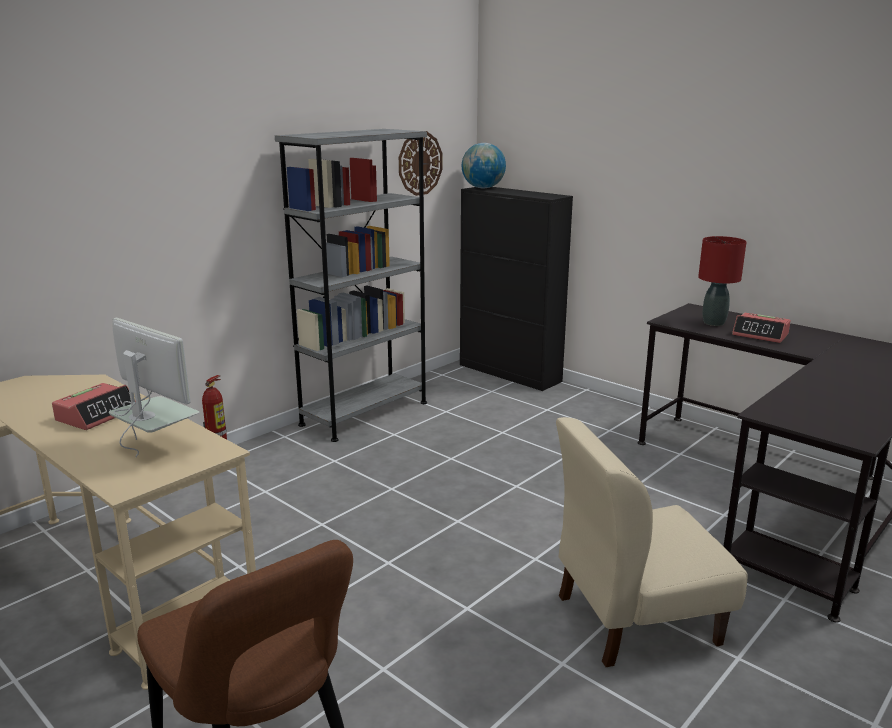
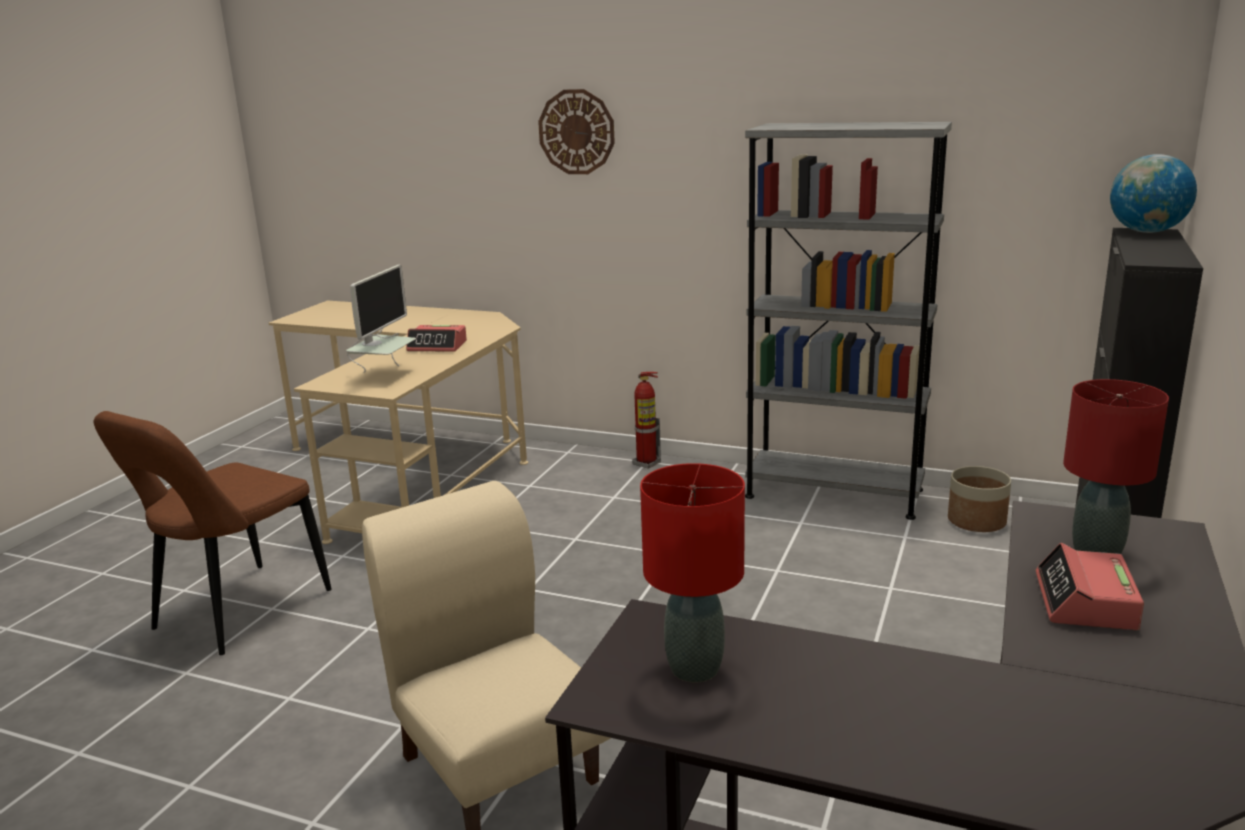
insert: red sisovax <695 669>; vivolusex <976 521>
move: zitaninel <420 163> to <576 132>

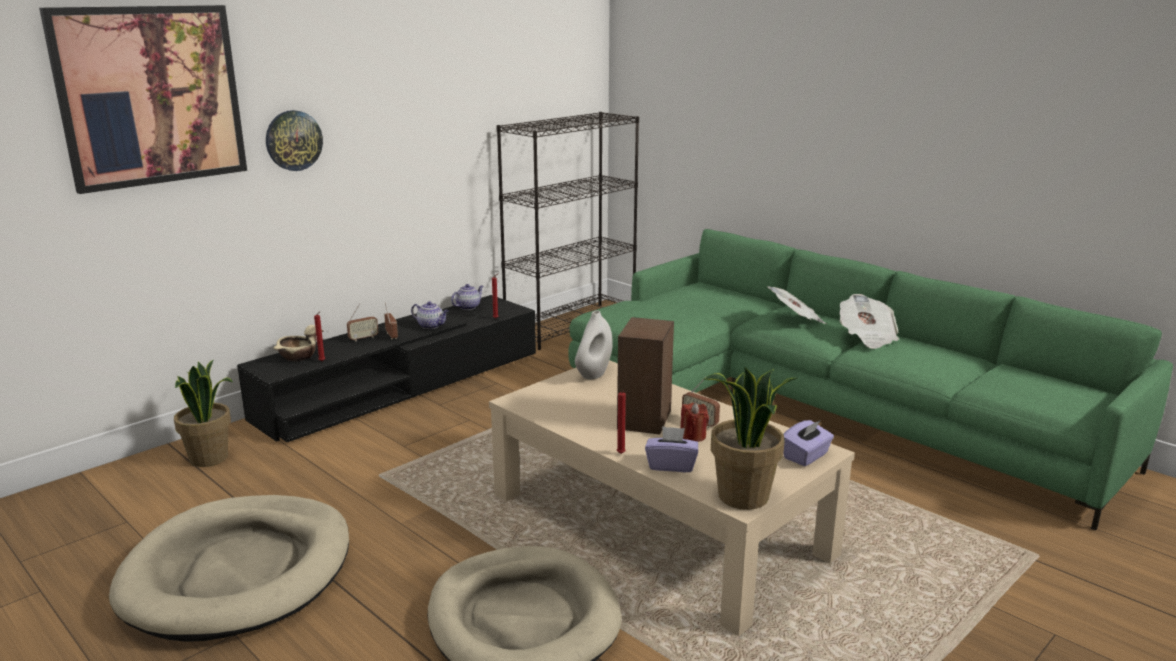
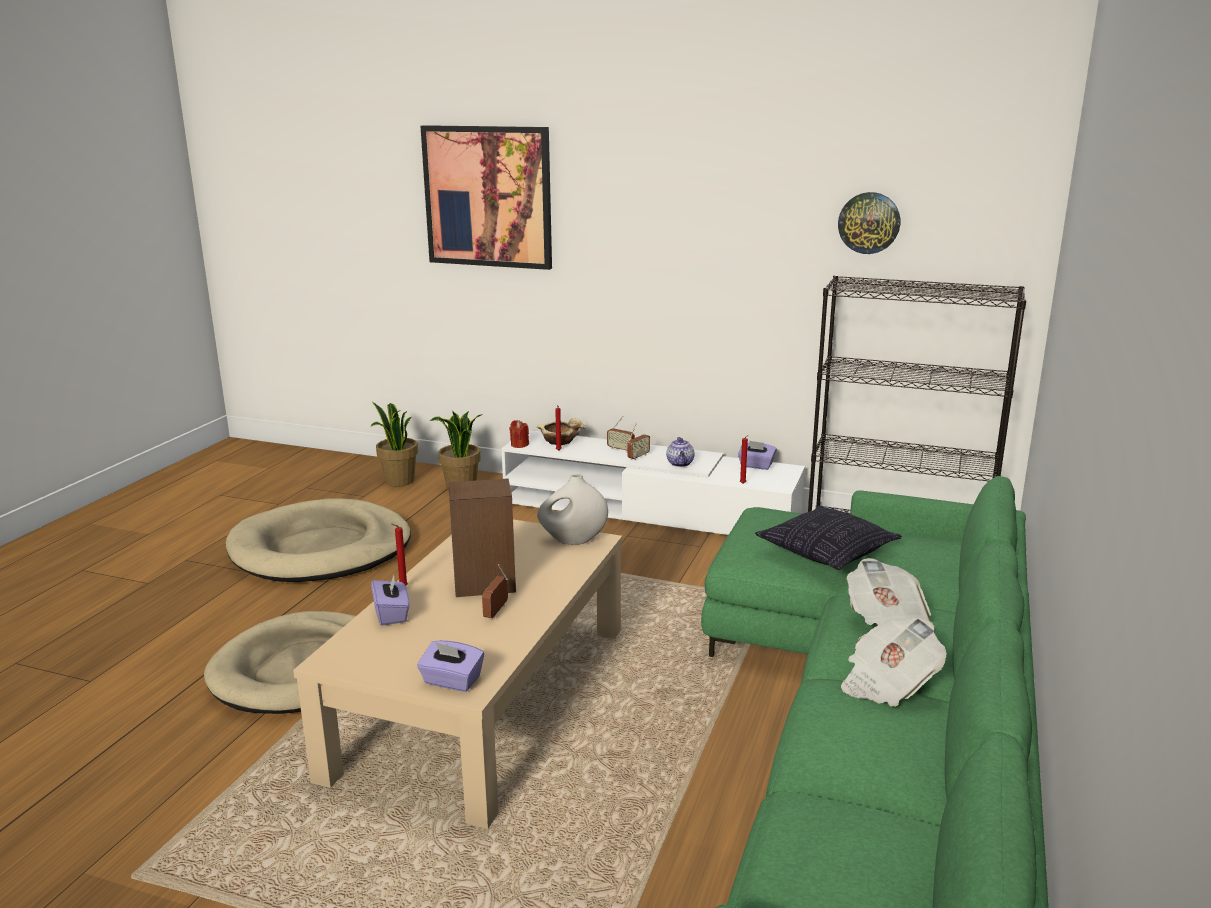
insert: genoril <827 553>
move: zitaninel <293 140> to <869 223>; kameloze <743 497> to <399 481>; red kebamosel <693 436> to <519 445>
replace: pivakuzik <468 307> to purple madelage <756 466>
recolor: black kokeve <402 385> to white kokeve <647 510>

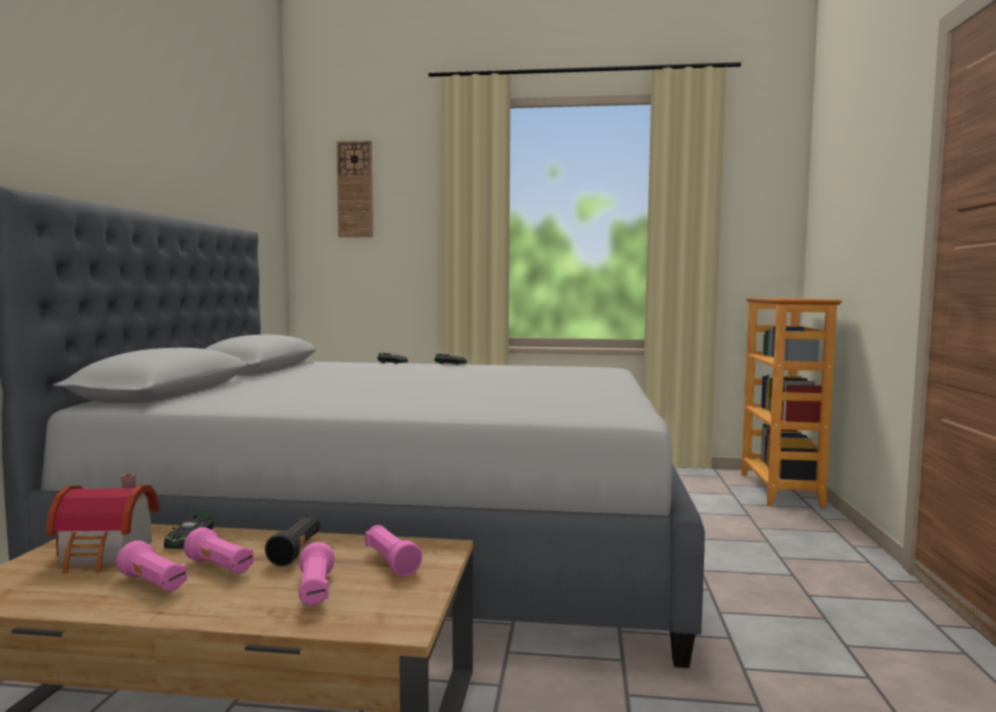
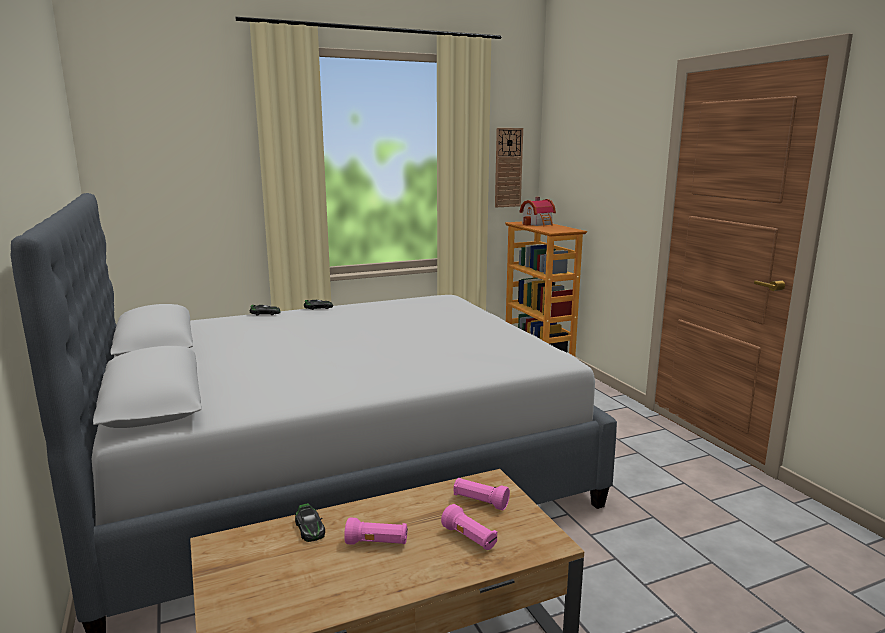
delete: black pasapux <296 551>; pink pasapux <153 584>
move: zitaninel <355 189> to <508 167>; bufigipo <107 555> to <538 224>

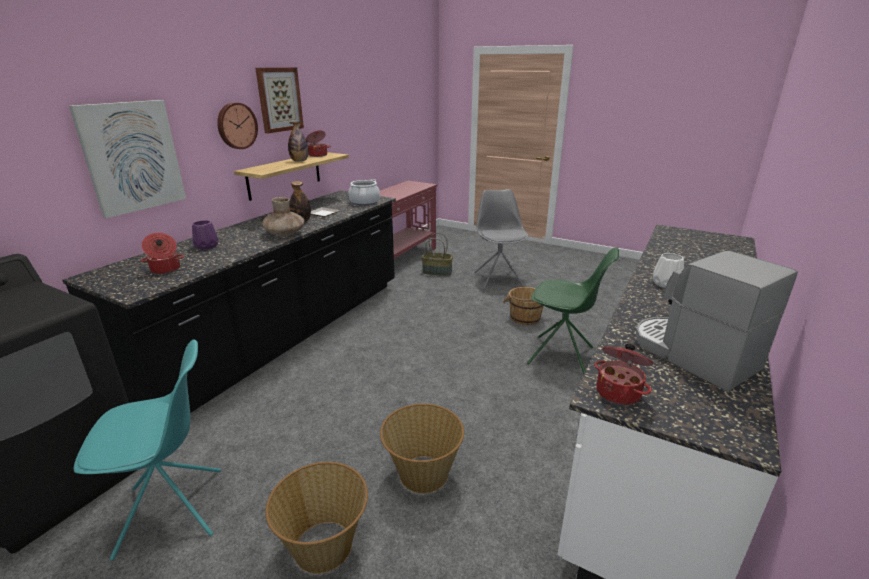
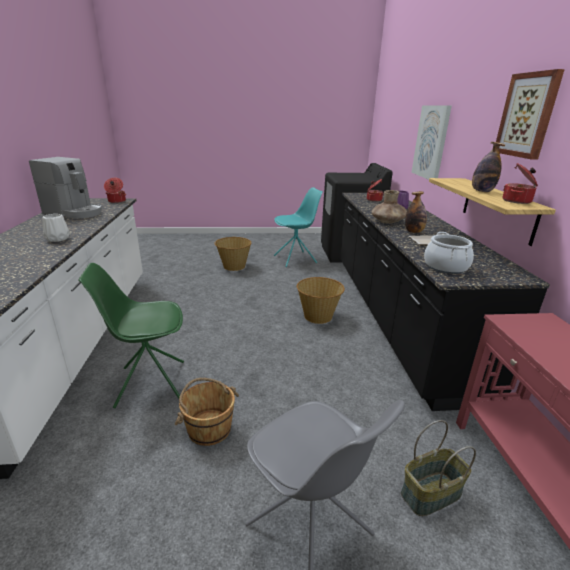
delete: zitaninel <236 126>
move: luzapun <422 474> to <318 316>
rotate: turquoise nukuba <173 511> = <296 259> 150 degrees counterclockwise

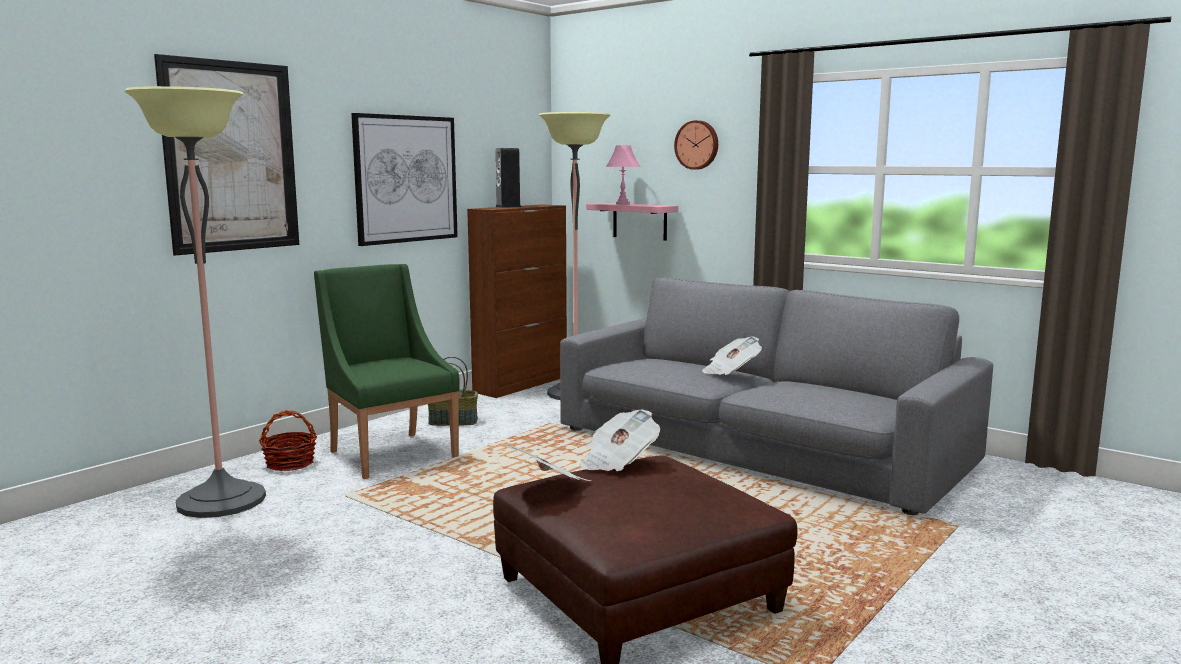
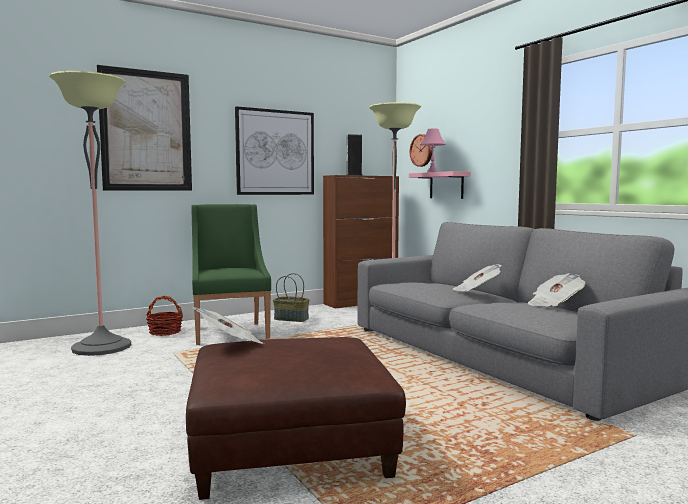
move: zitaninel <697 145> to <422 150>; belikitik <618 461> to <554 304>

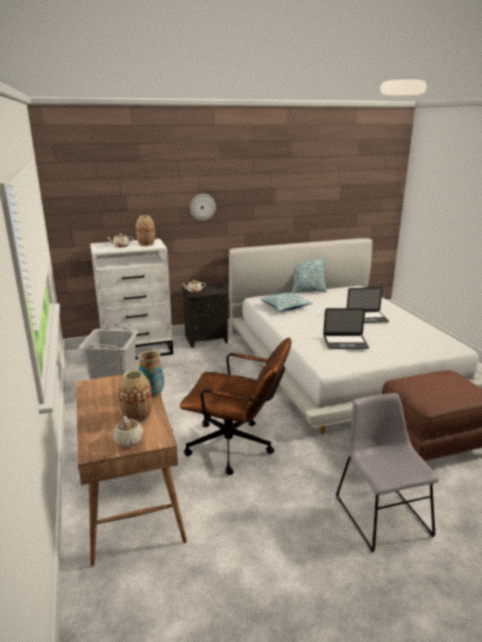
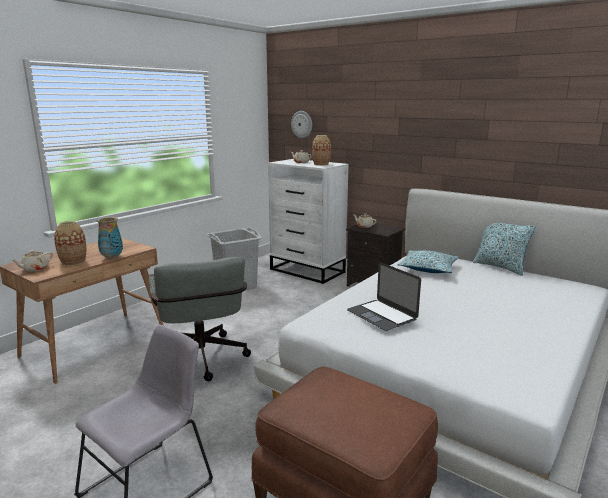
delete: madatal <367 317>
move: zitaninel <202 207> to <302 124>
recolor: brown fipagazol <237 448> to grey fipagazol <202 361>

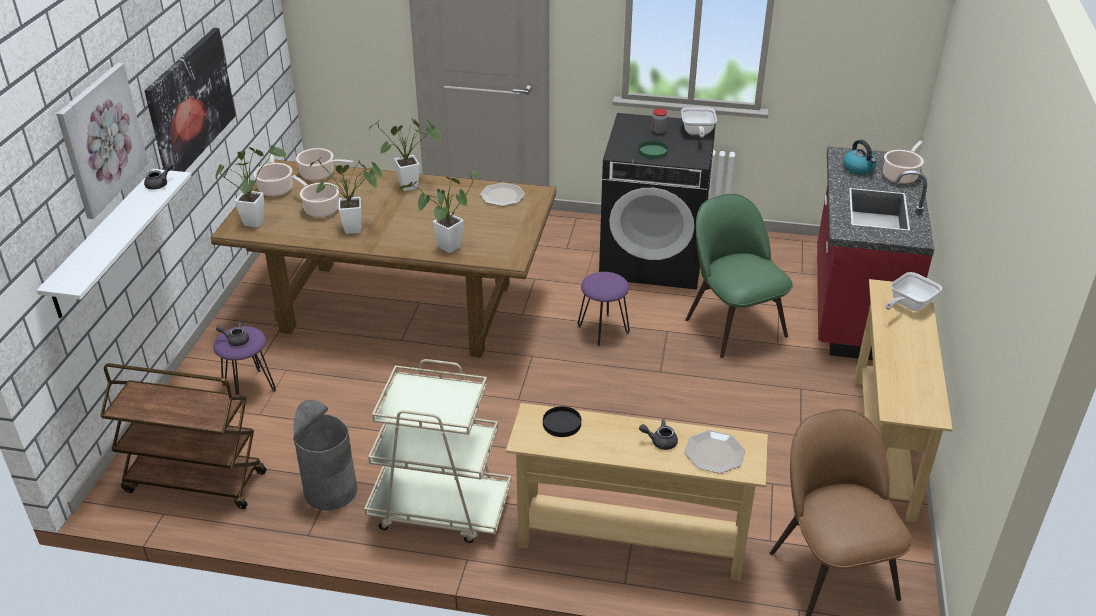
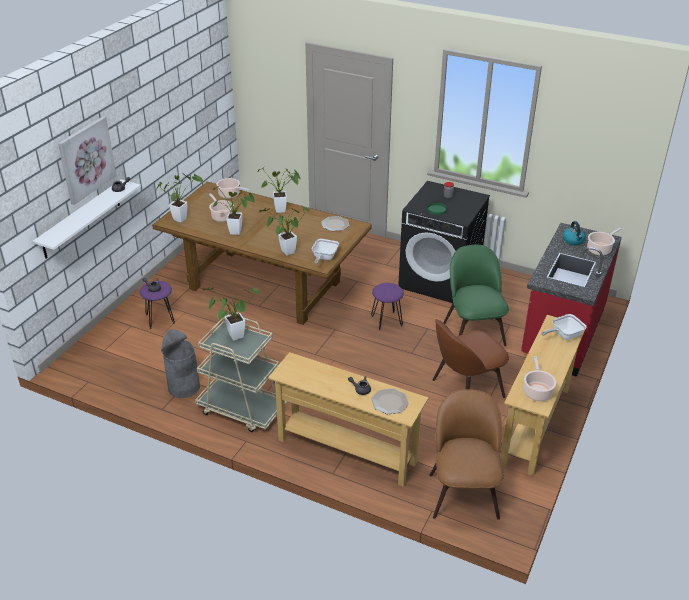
delete: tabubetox <190 103>; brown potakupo <194 482>; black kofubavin <562 423>
insert: kameloze <233 337>; brown nukuba <465 389>
move: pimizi <697 133> to <324 258>; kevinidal <275 188> to <537 391>

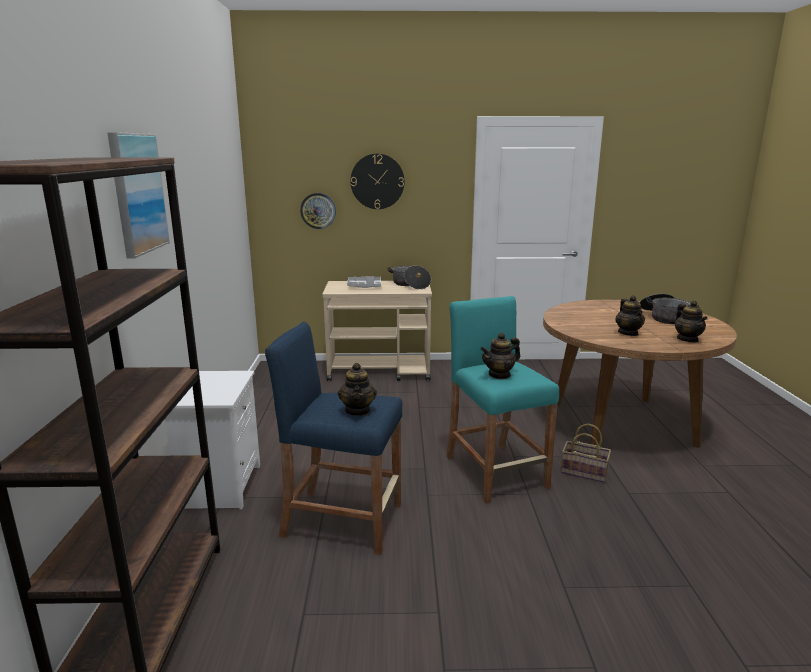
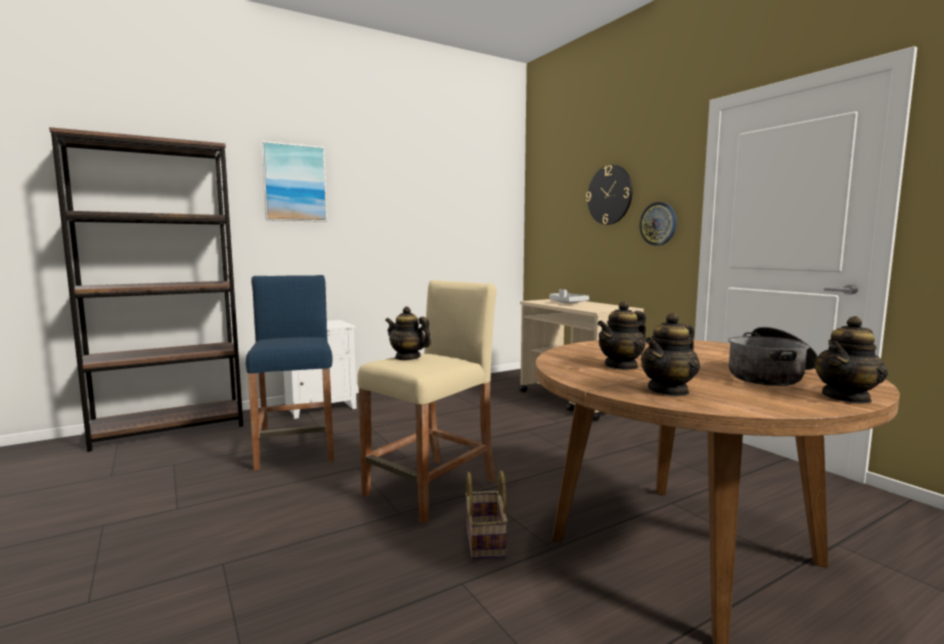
delete: kevinidal <410 284>
move: zitaninel <318 210> to <658 223>; pivakuzik <358 410> to <847 397>
recolor: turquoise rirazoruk <495 471> to beige rirazoruk <431 488>

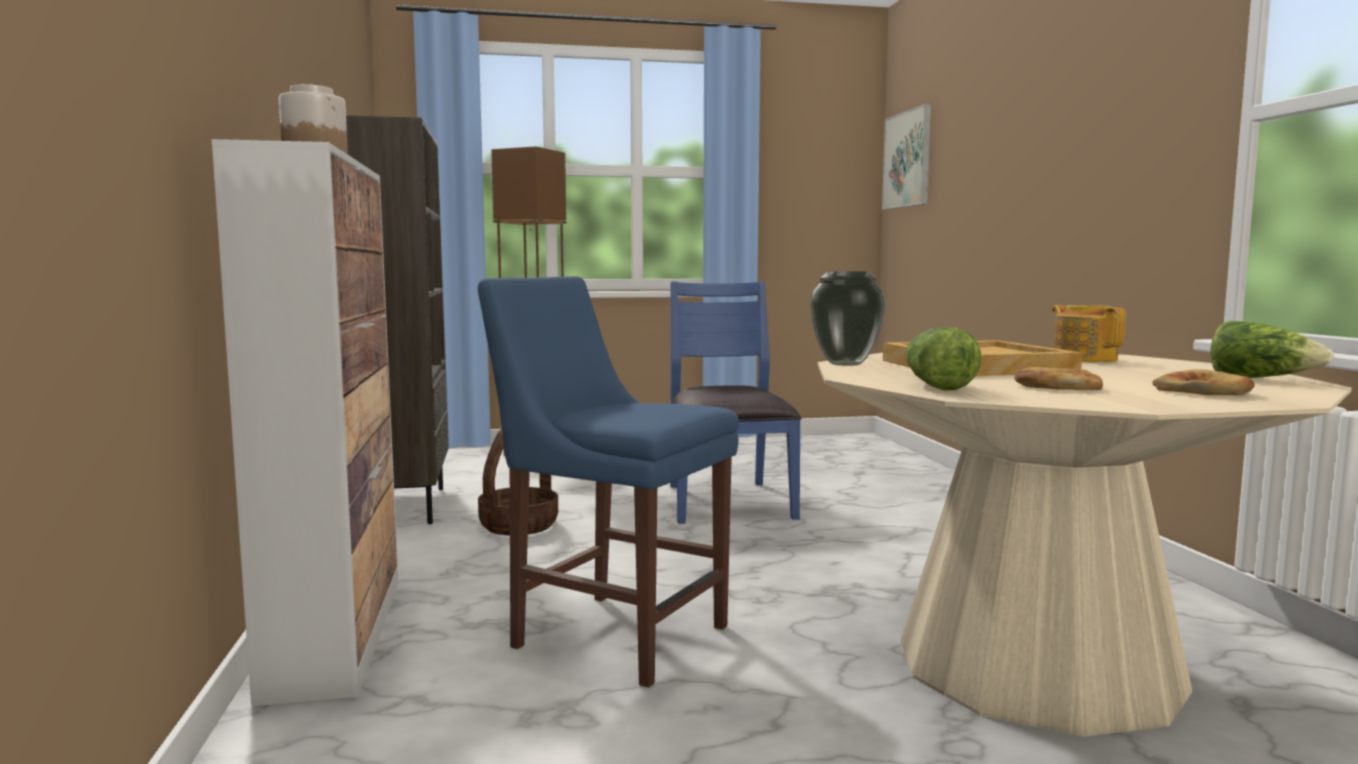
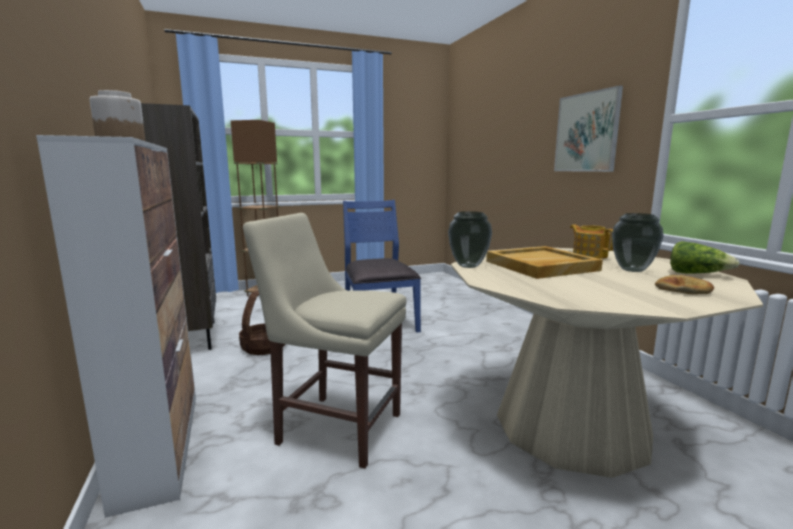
delete: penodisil <936 386>; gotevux <1057 386>
insert: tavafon <631 270>
move: tabubetox <907 159> to <586 132>
recolor: blue nukuba <612 633> to beige nukuba <335 426>

